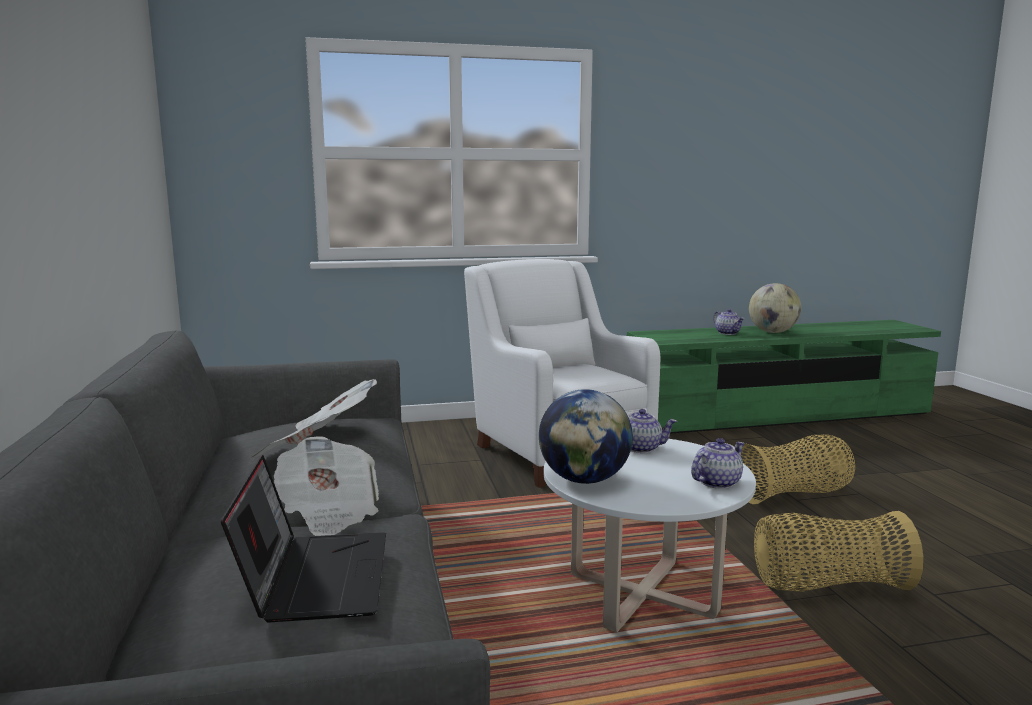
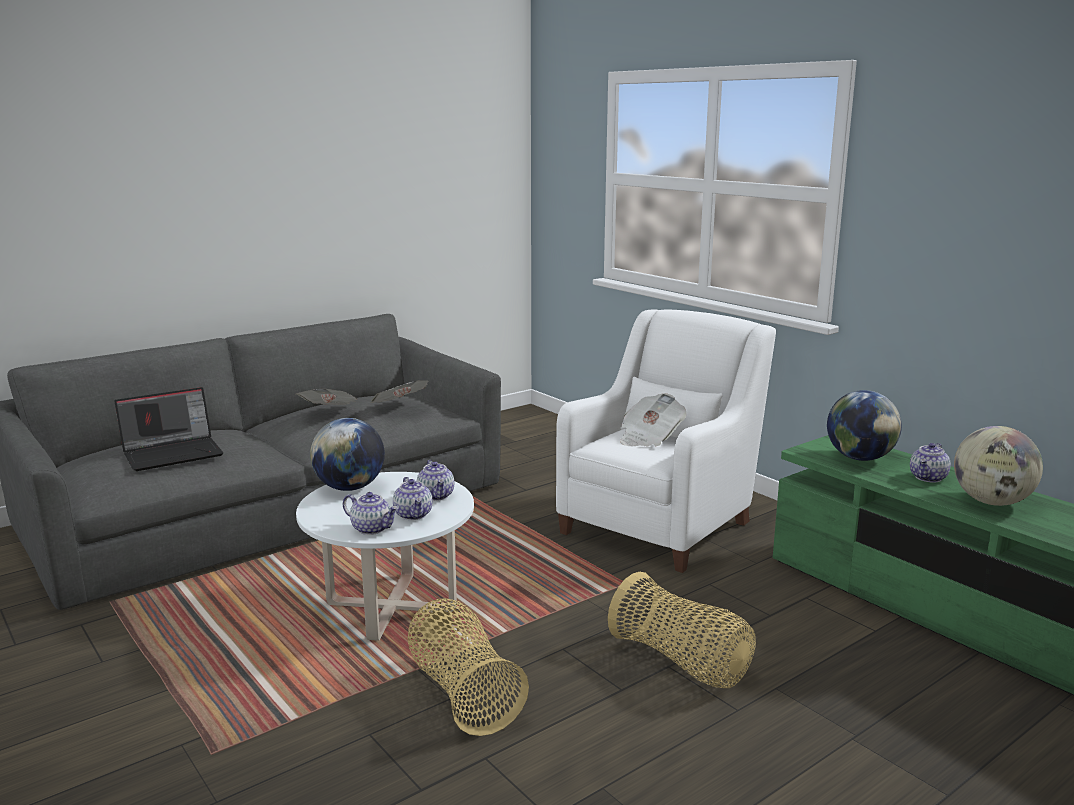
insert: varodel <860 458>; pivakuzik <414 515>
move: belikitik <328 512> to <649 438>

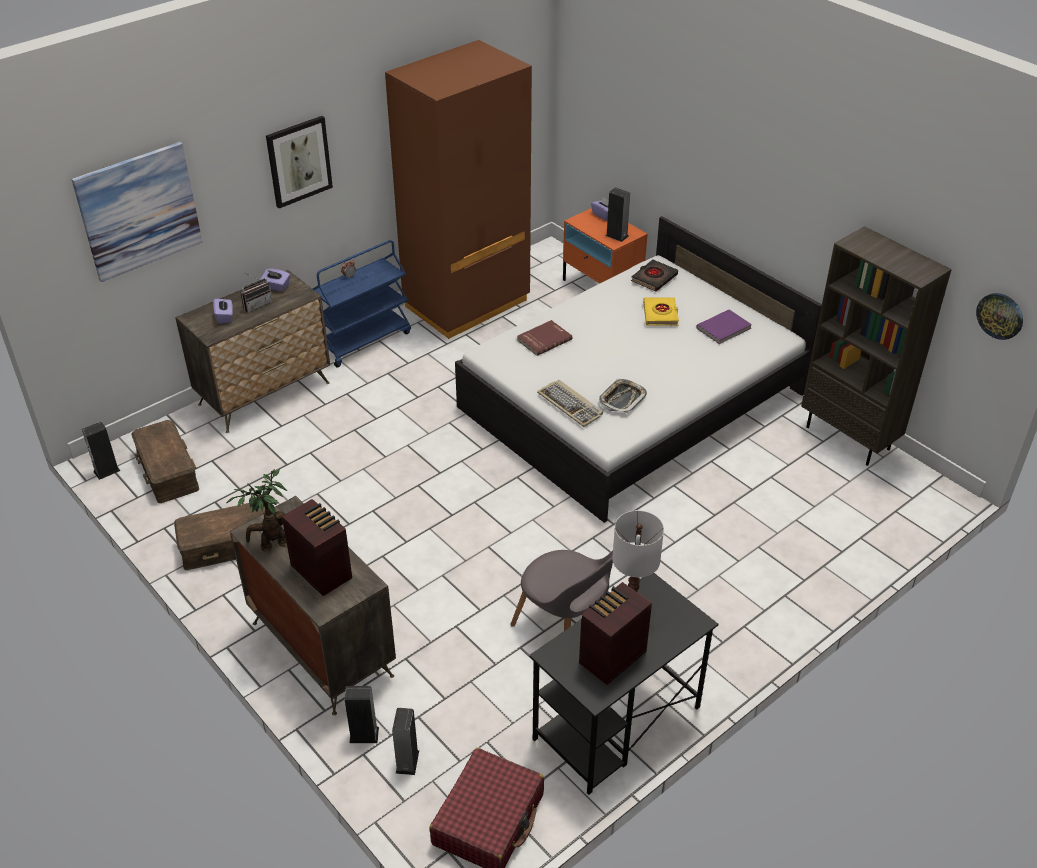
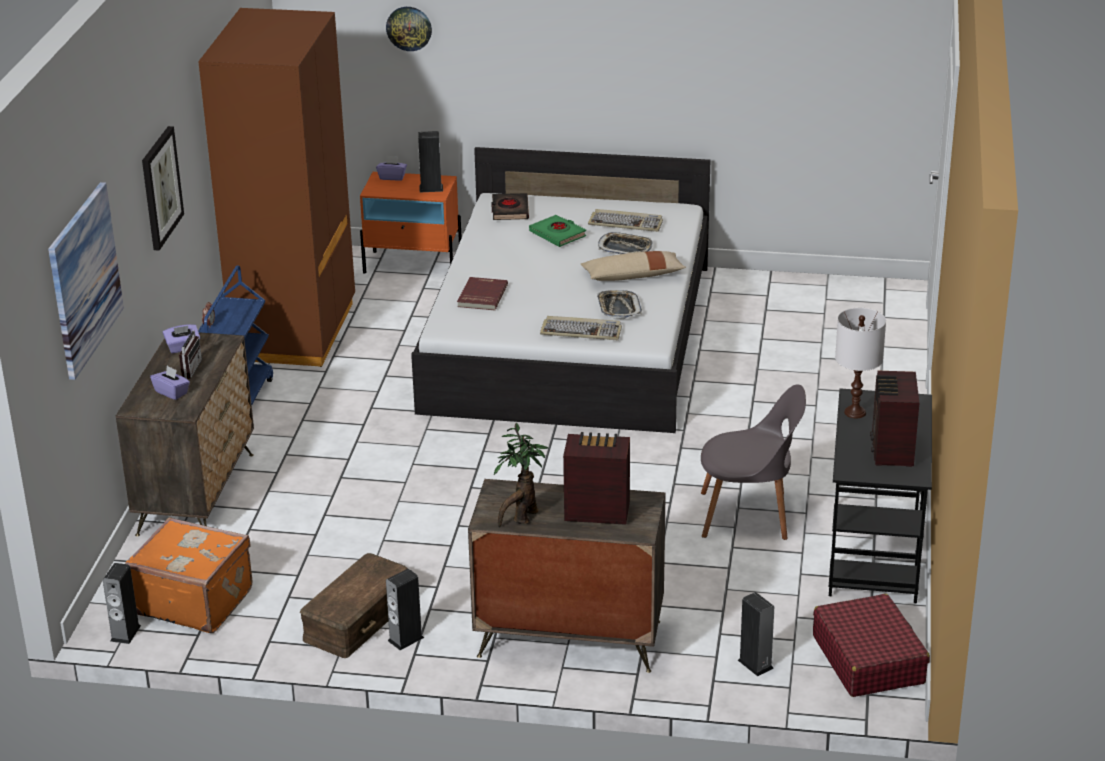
delete: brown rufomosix <849 438>
insert: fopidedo <625 248>; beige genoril <633 276>
move: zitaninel <1000 315> to <409 28>; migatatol <364 735> to <405 639>
replace: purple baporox <724 329> to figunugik <626 223>; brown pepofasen <166 471> to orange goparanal <194 600>
recolor: yellow baporox <660 314> to green baporox <558 234>

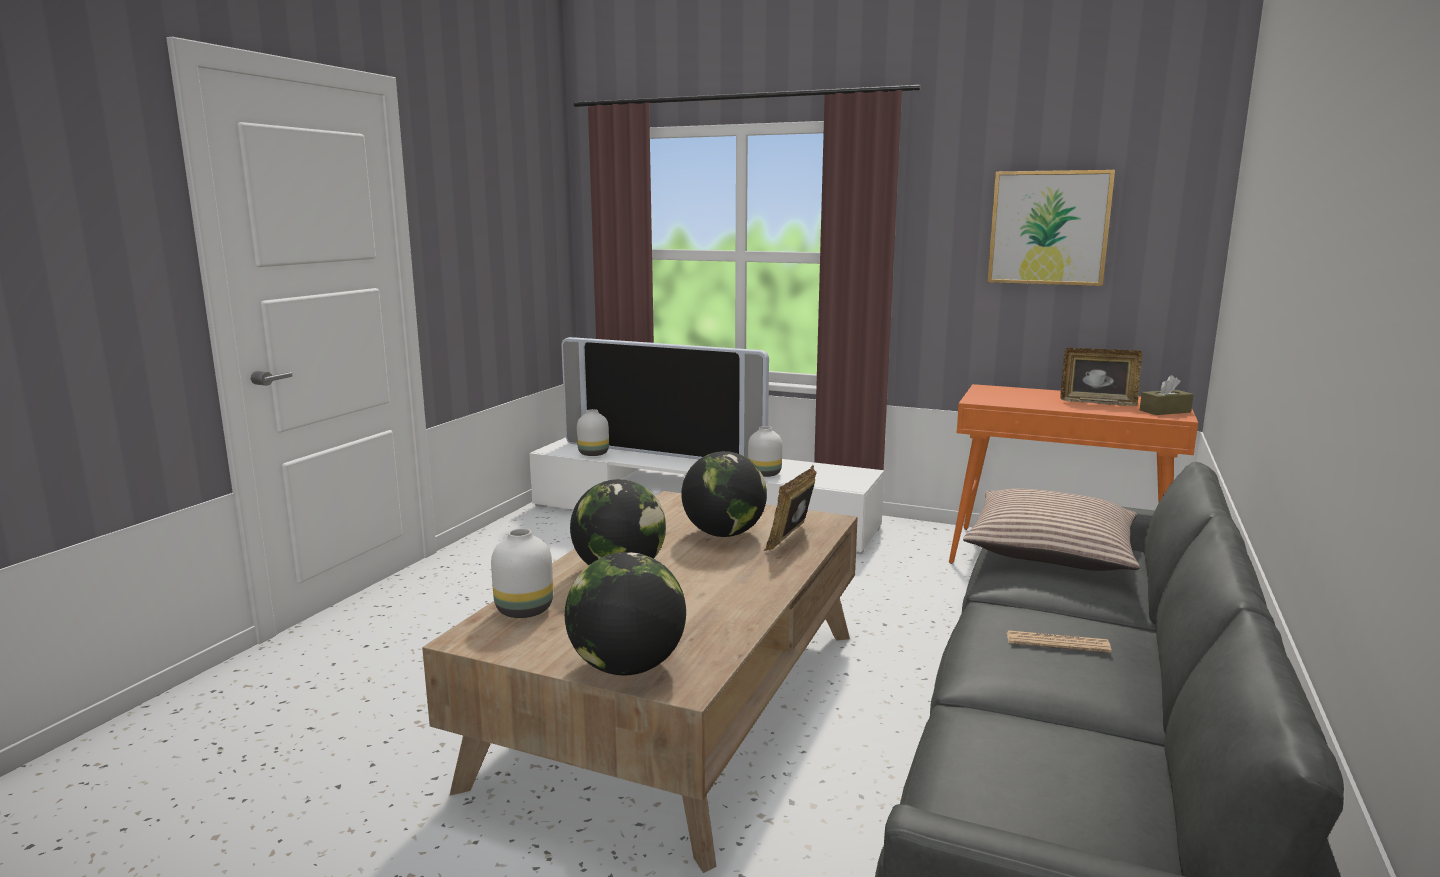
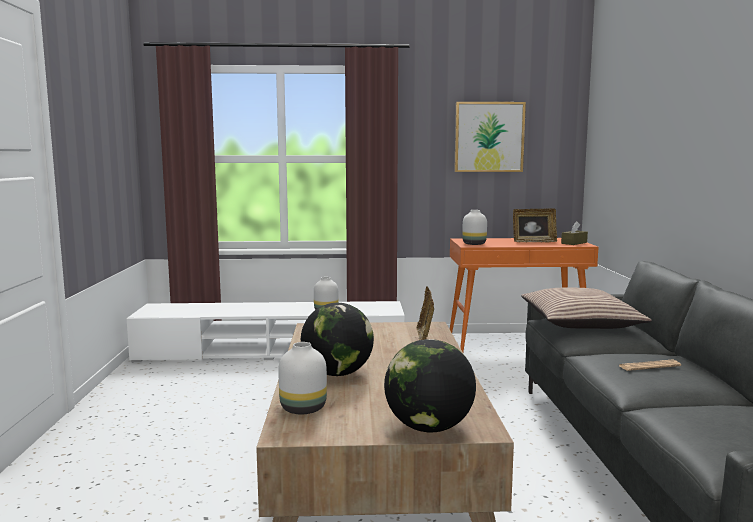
delete: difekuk <665 452>; varodel <724 534>
move: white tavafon <592 454> to <473 244>

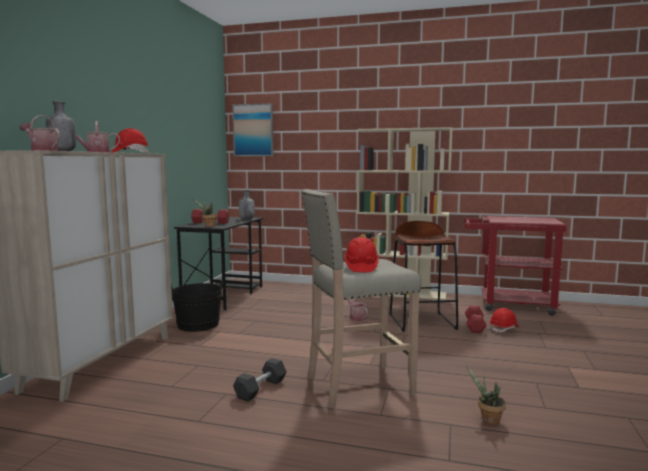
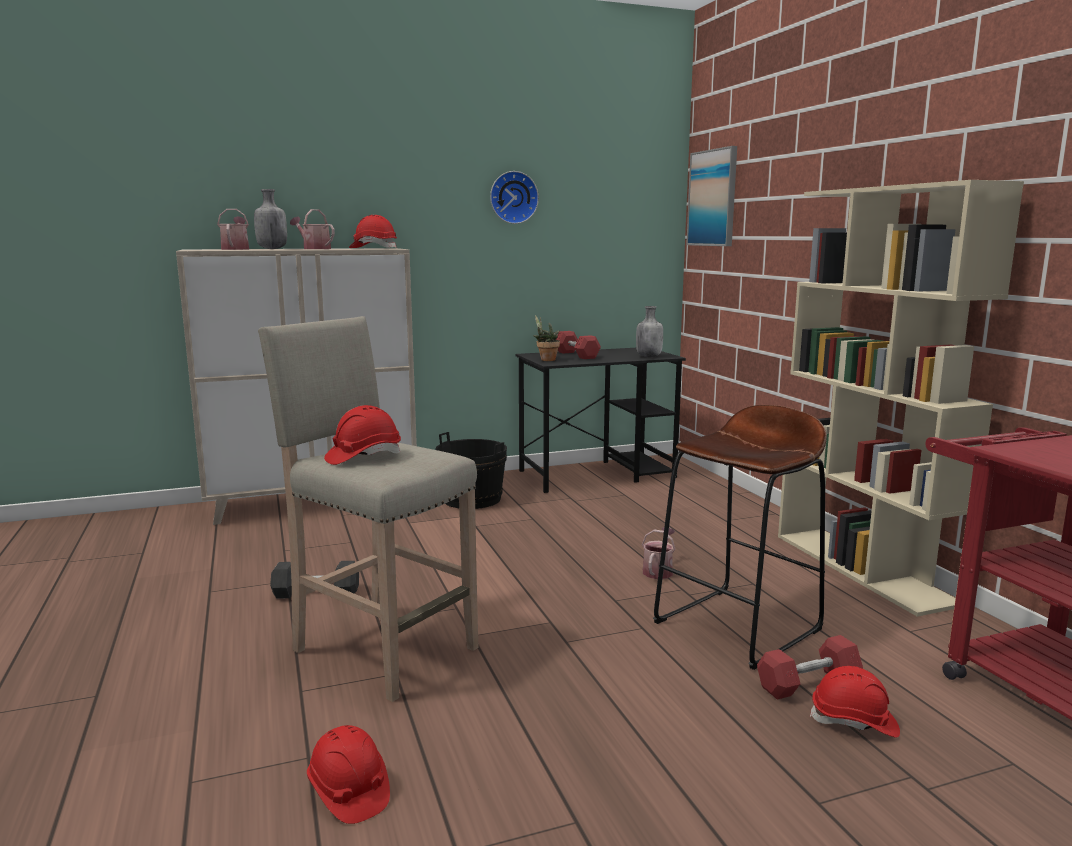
insert: zitaninel <513 197>
replace: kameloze <488 420> to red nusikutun <348 792>

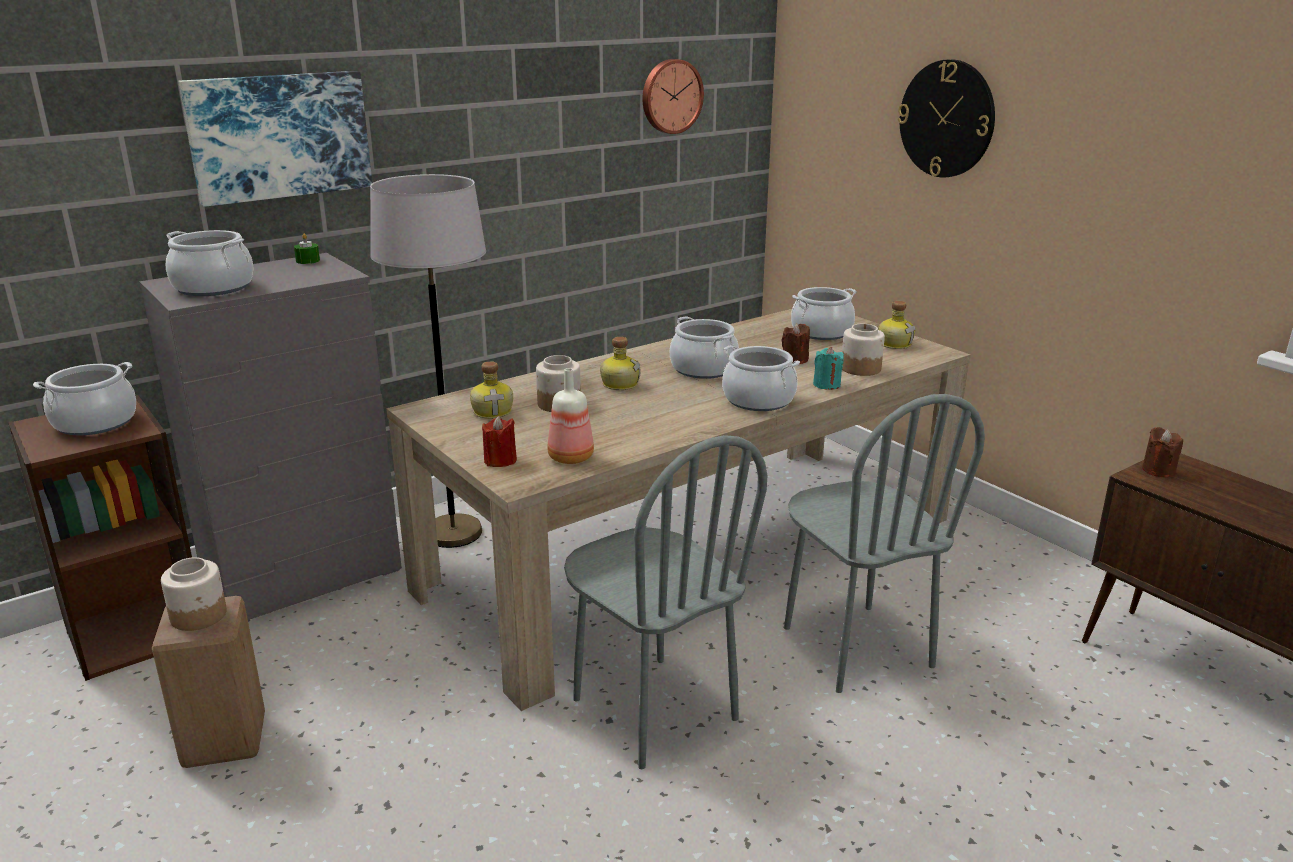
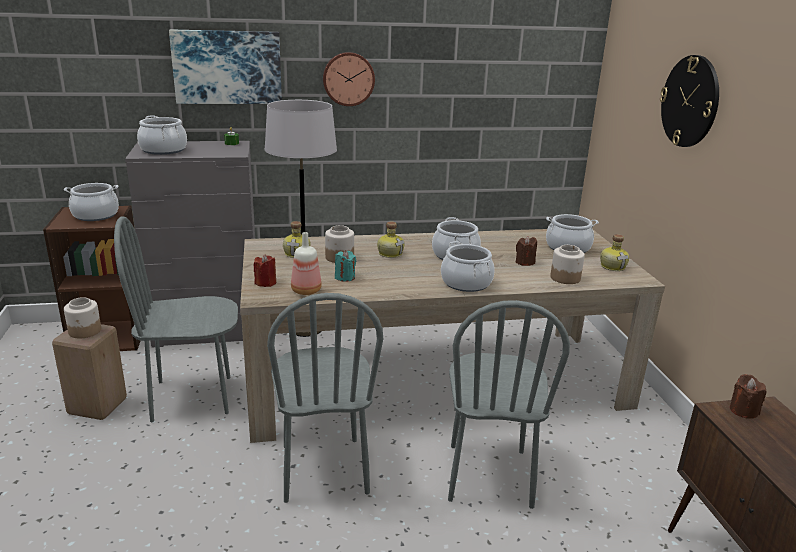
insert: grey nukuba <192 397>
move: zitaninel <670 96> to <348 79>; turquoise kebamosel <826 385> to <345 277>

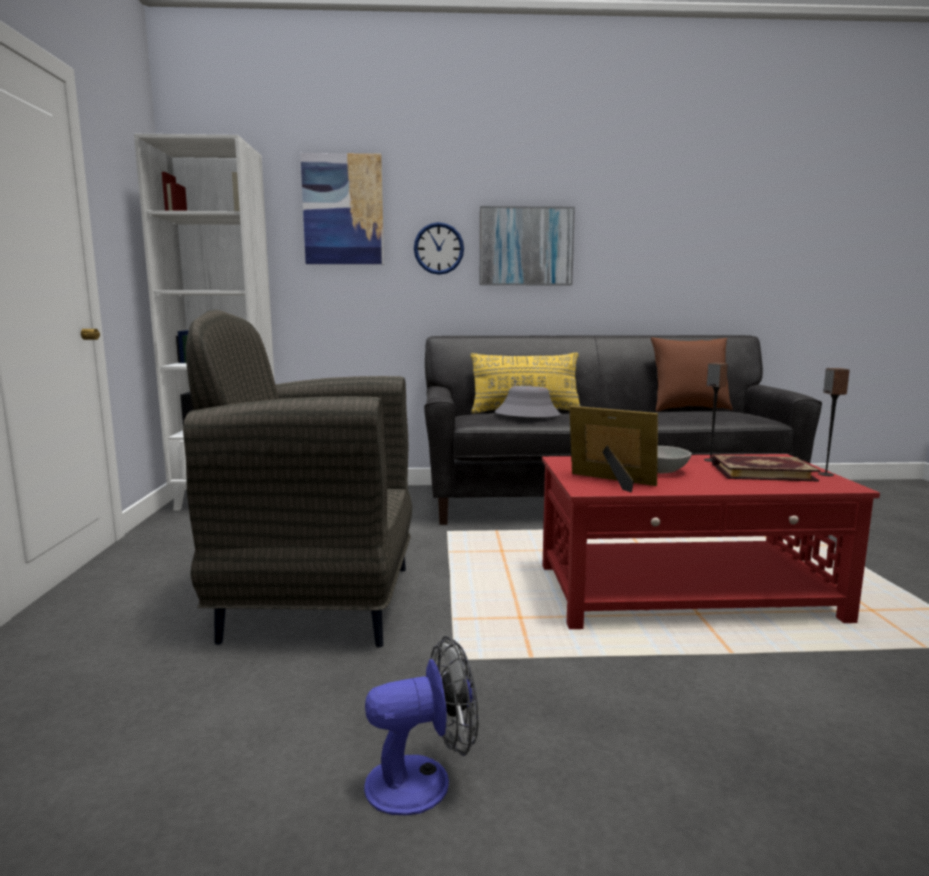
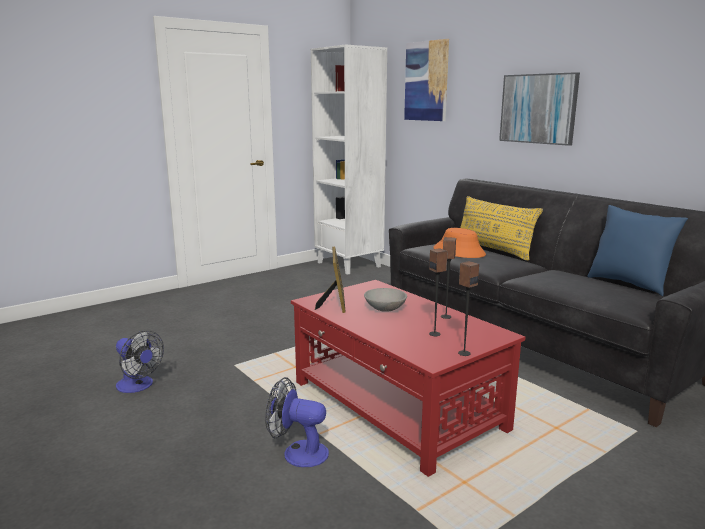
delete: zitaninel <439 248>; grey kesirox <317 603>
insert: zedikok <298 452>
replace: baporox <762 472> to migatatol <435 334>
recolor: brown genoril <688 409> to blue genoril <628 284>; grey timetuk <527 414> to orange timetuk <459 252>

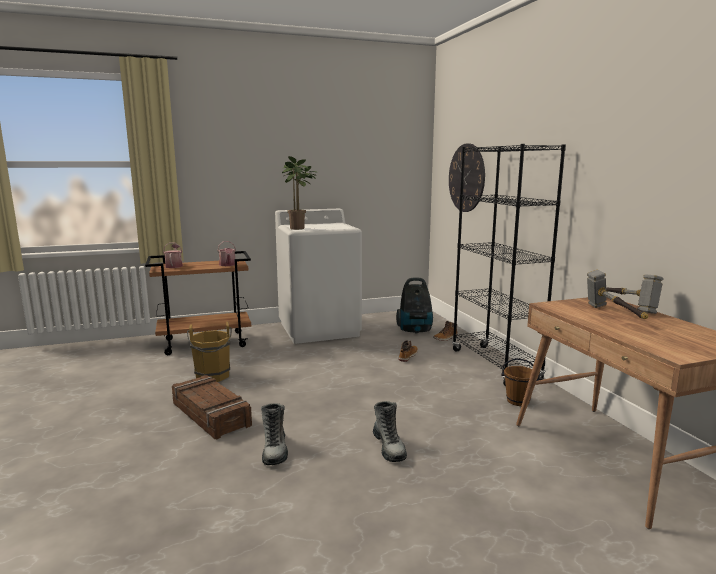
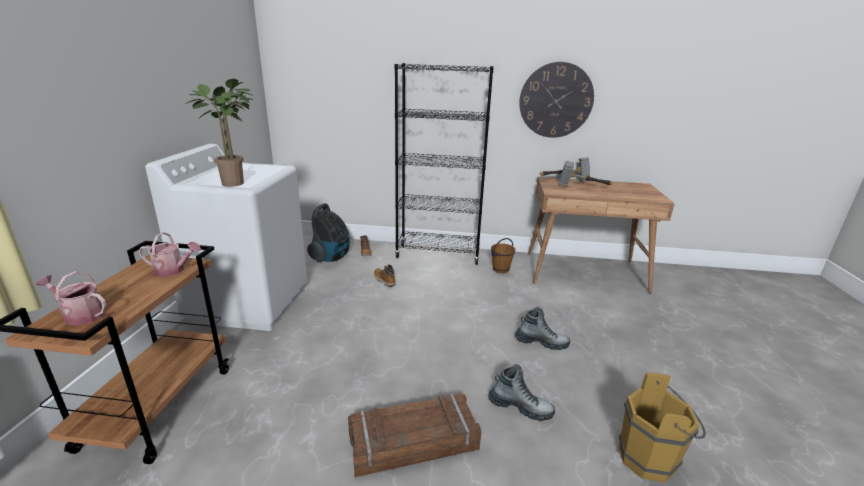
move: zitaninel <466 178> to <556 100>; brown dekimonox <212 377> to <651 460>

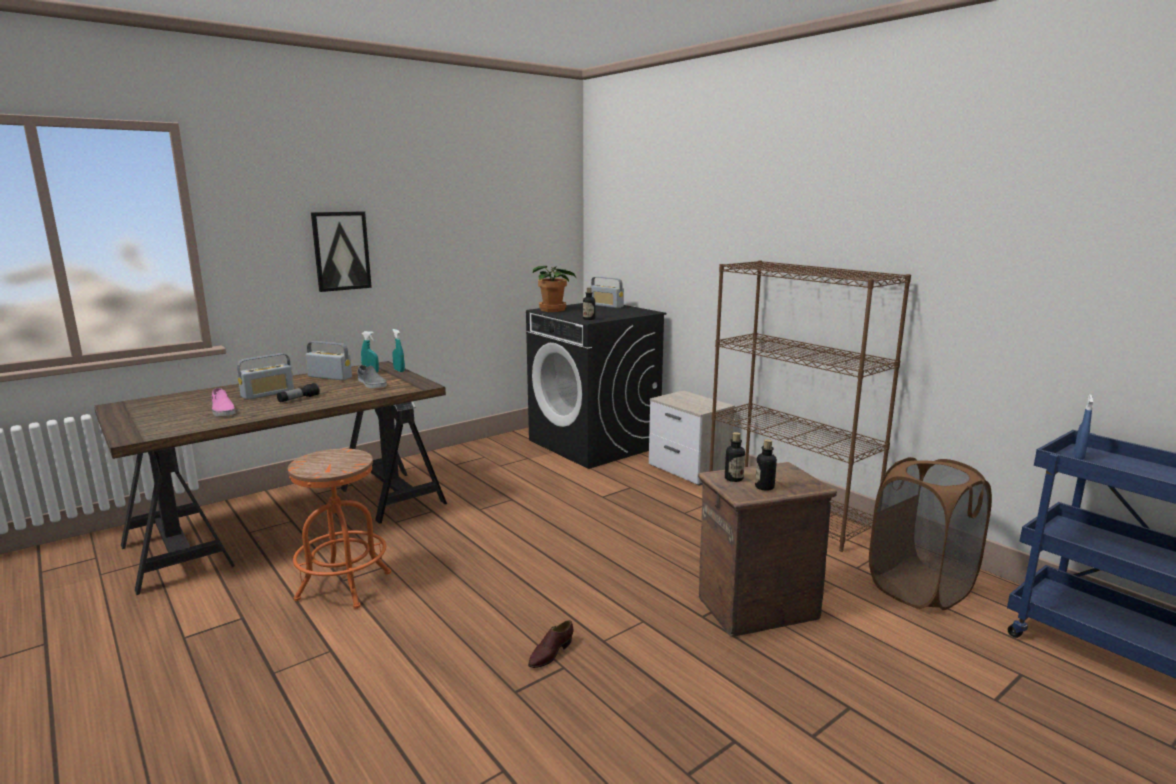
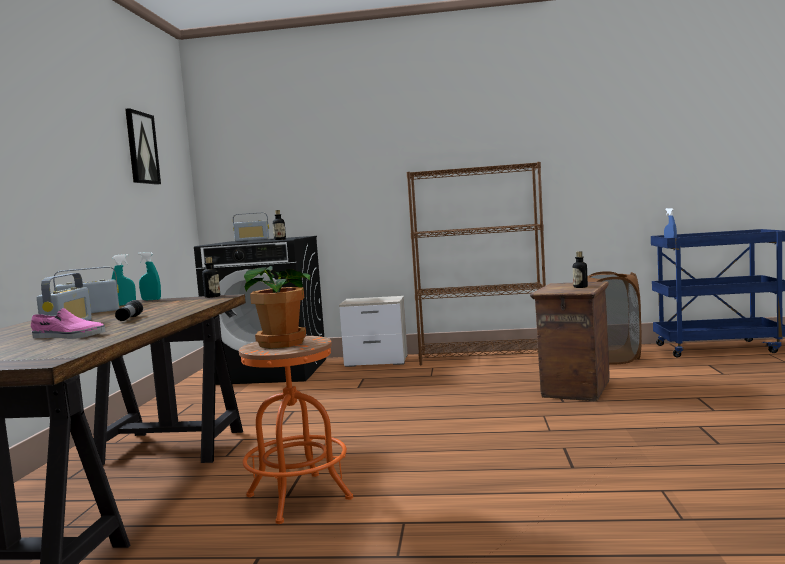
delete: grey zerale <371 384>; brown zerale <550 653>
move: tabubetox <341 251> to <141 148>; kameloze <553 310> to <284 343>; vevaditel <733 478> to <212 296>

